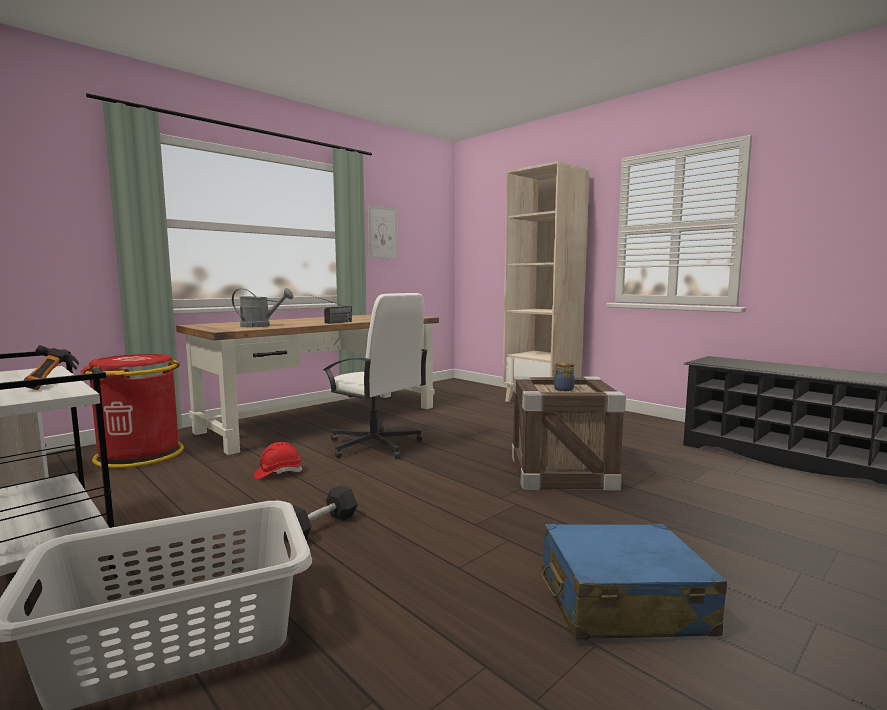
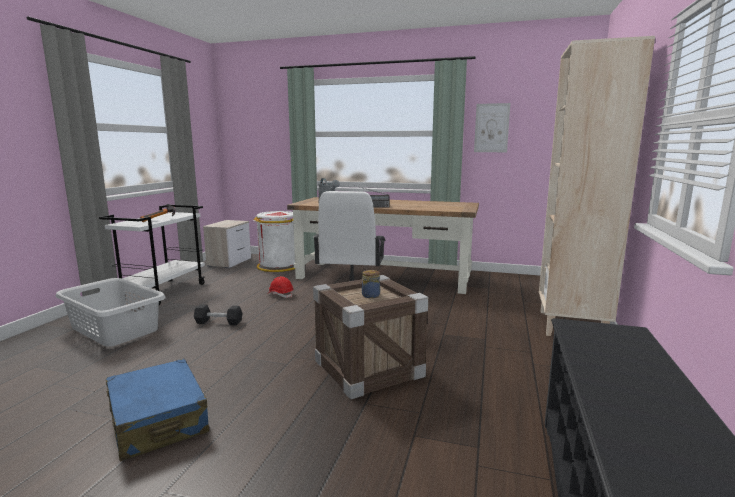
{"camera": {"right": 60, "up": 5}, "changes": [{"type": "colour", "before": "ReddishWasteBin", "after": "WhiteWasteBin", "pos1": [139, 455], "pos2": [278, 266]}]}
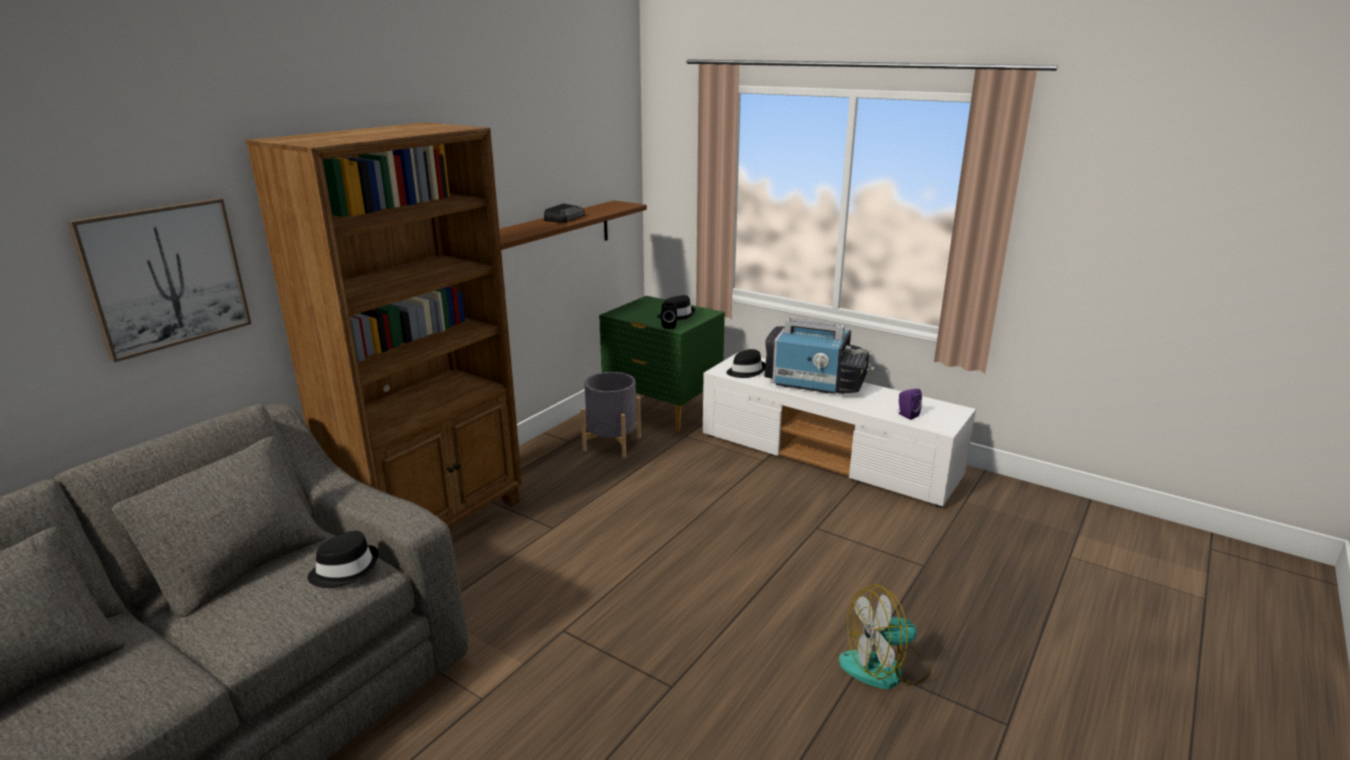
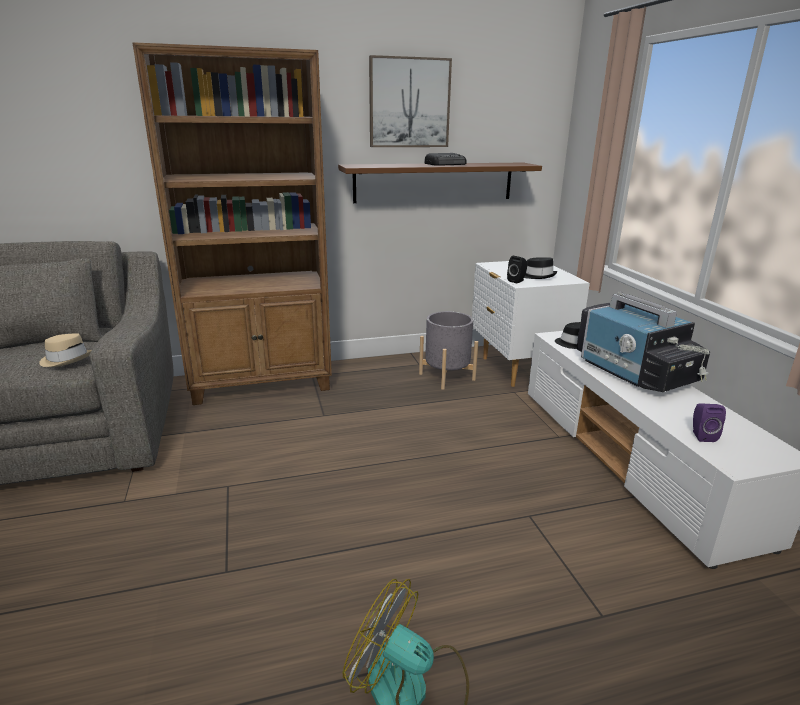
{"camera": {"right": 40, "up": 0}, "changes": [{"type": "colour", "before": "BlackWearableHat", "after": "BeigeColouredWearableHat", "pos1": [345, 569], "pos2": [66, 359]}, {"type": "relocated", "before": "WallArt", "pos1": [165, 276], "pos2": [409, 103]}, {"type": "colour", "before": "GreenishBedsideTable", "after": "WhiteBedsideTable", "pos1": [662, 413], "pos2": [518, 369]}]}
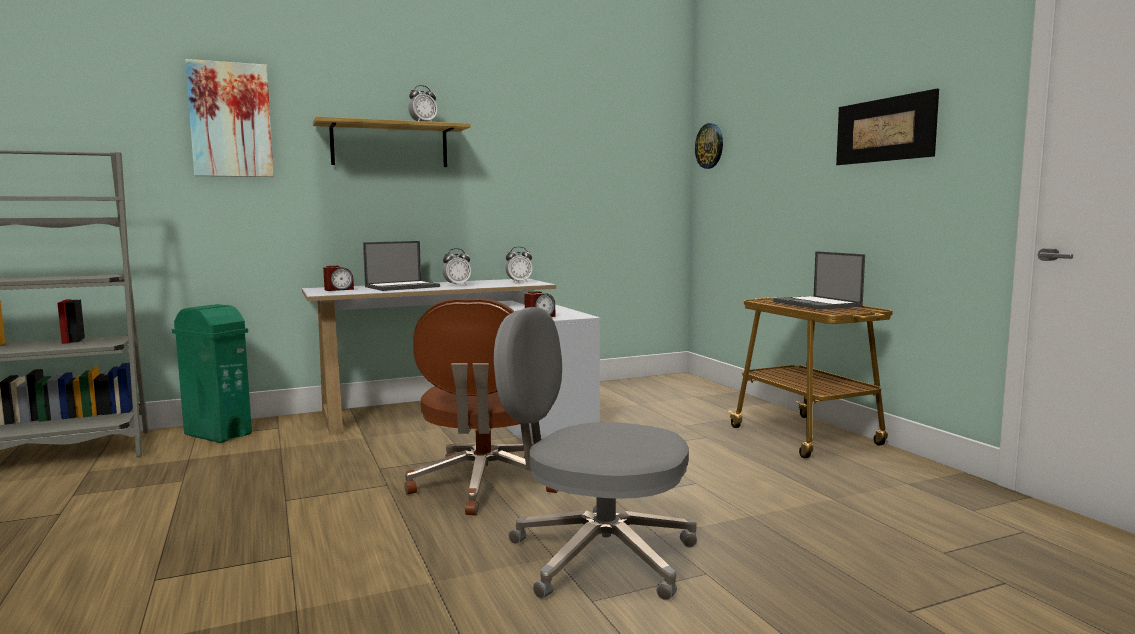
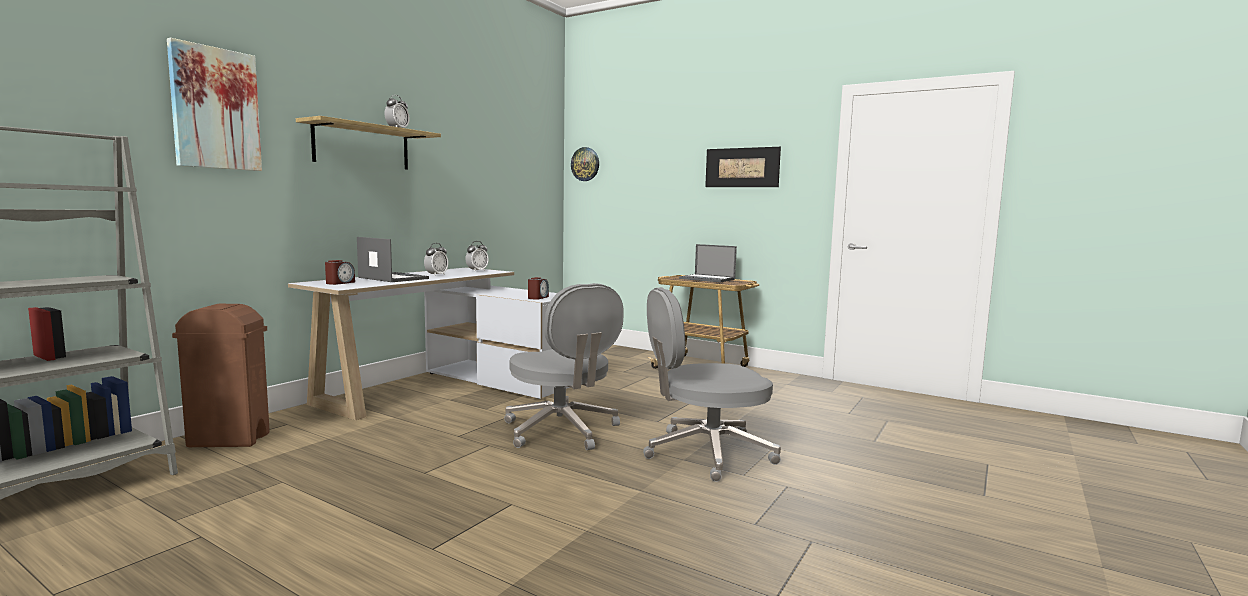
{"camera": {"right": -35, "up": 0}, "changes": [{"type": "colour", "before": "GreenishWasteBin", "after": "BrownishWasteBin", "pos1": [218, 434], "pos2": [228, 440]}, {"type": "spun", "before": "NotebookComputer", "pos1": [403, 287], "pos2": [392, 278], "turn": -75}, {"type": "colour", "before": "BrownishDeskChair", "after": "GreyDeskChair", "pos1": [483, 485], "pos2": [562, 431]}]}
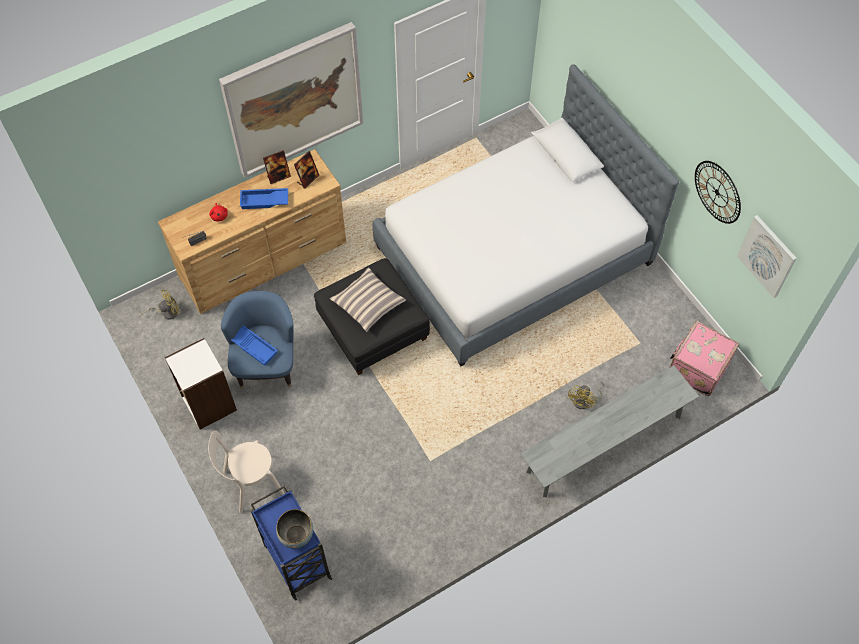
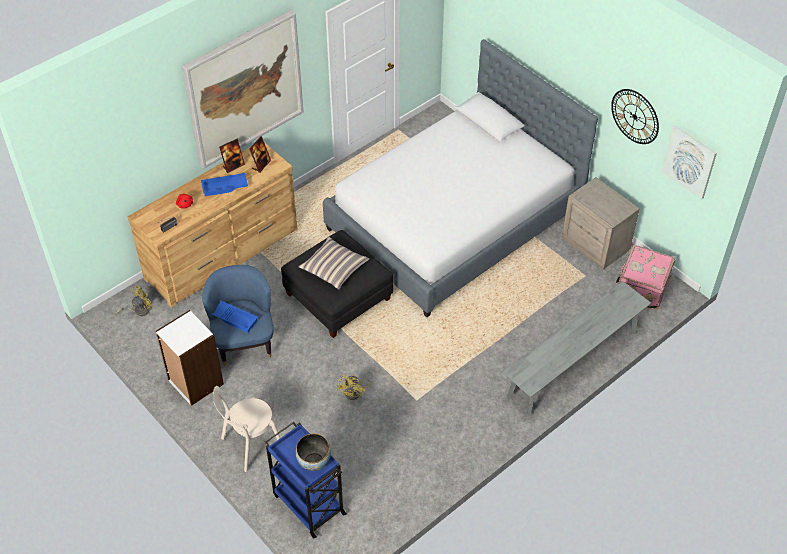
{"camera": {"right": -10, "up": -10}, "changes": [{"type": "relocated", "before": "YellowColouredFan", "pos1": [584, 401], "pos2": [355, 392]}, {"type": "appeared", "after": "BeigeColouredBedsideTable", "pos2": [596, 244]}]}
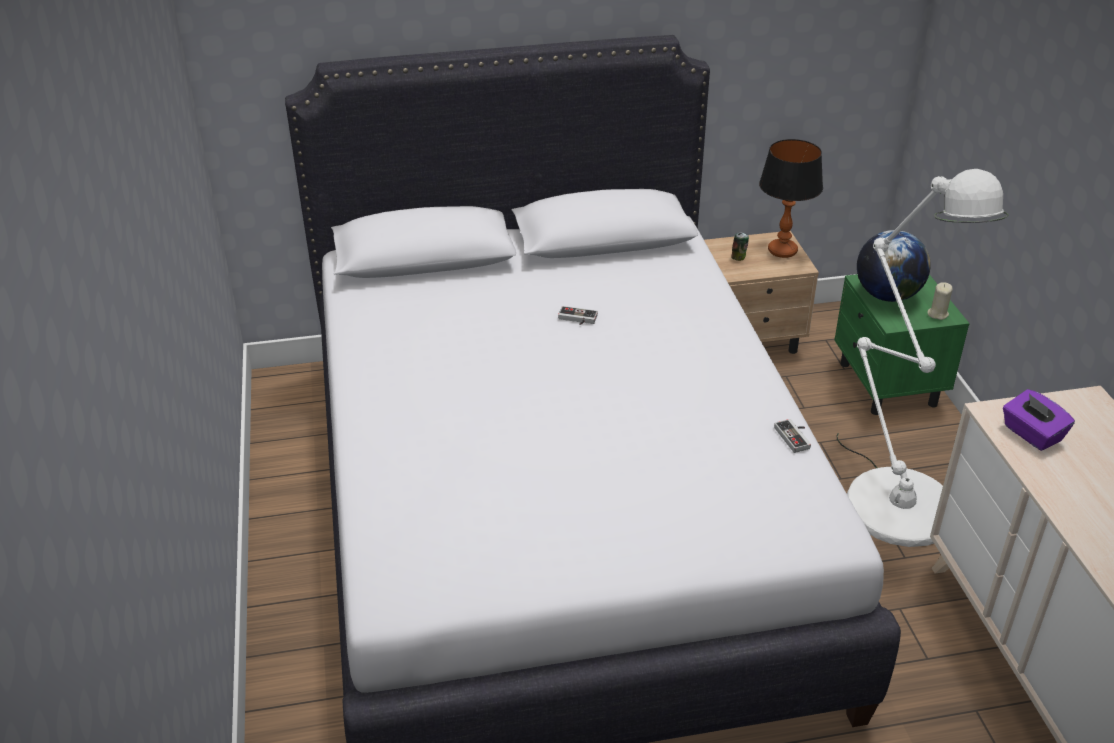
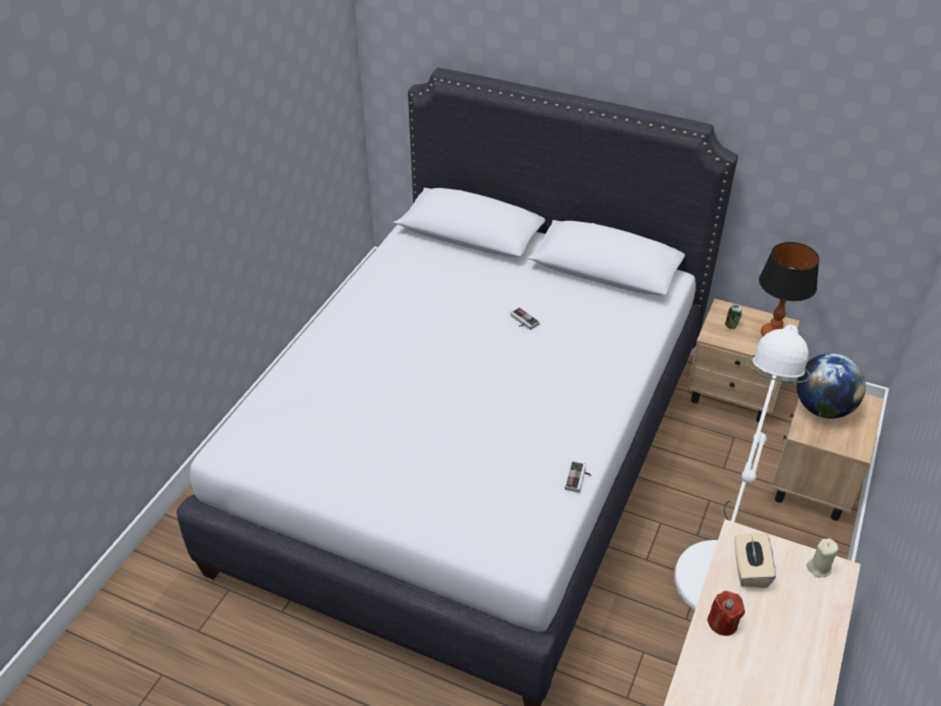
{"camera": {"right": 35, "up": 5}, "changes": [{"type": "appeared", "after": "ReddishCandle", "pos2": [722, 623]}, {"type": "colour", "before": "PurpleBoxOfTissues", "after": "BeigeColouredBoxOfTissues", "pos1": [1031, 434], "pos2": [750, 570]}, {"type": "colour", "before": "GreenishBedsideTable", "after": "BeigeColouredBedsideTable", "pos1": [887, 385], "pos2": [812, 483]}, {"type": "relocated", "before": "BeigeColouredCandle", "pos1": [937, 314], "pos2": [819, 567]}]}
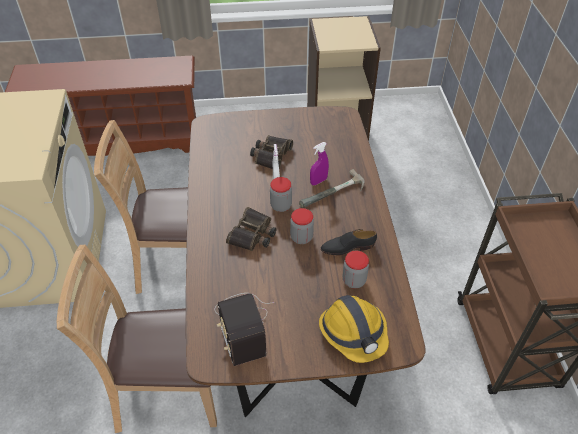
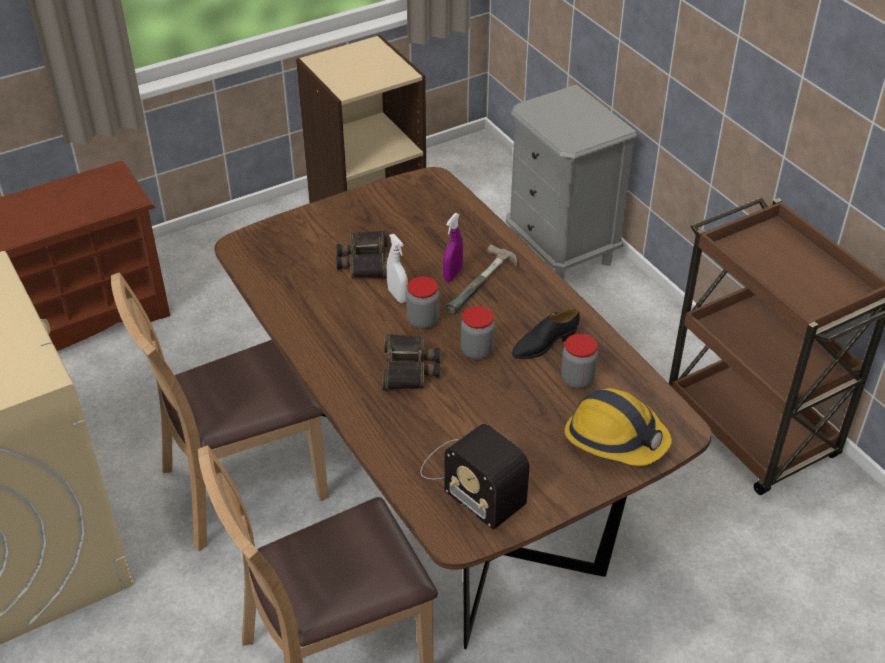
{"camera": {"right": -25, "up": -5}, "changes": [{"type": "appeared", "after": "GreyBedsideTable", "pos2": [561, 250]}]}
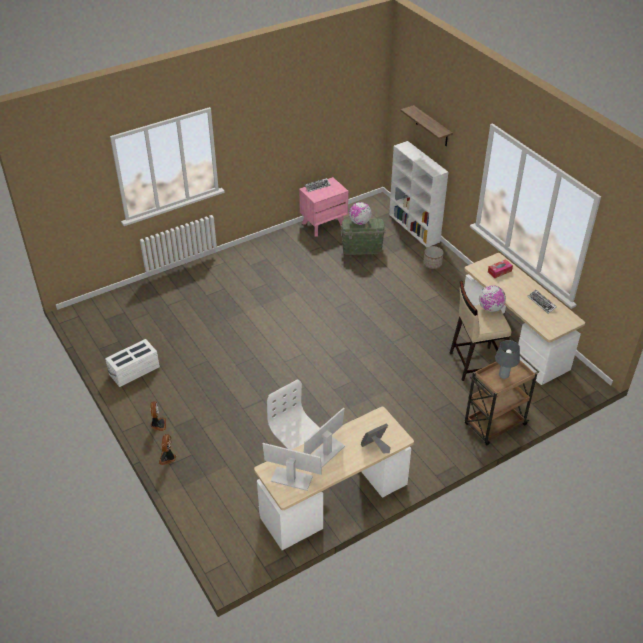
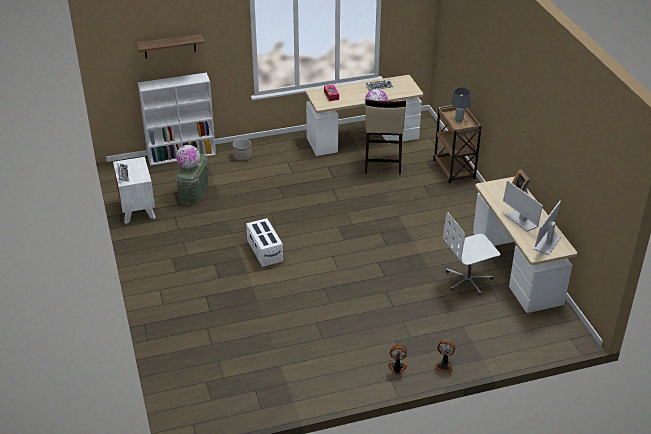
{"camera": {"right": -75, "up": -5}, "changes": [{"type": "colour", "before": "PinkishBedsideTable", "after": "WhiteBedsideTable", "pos1": [323, 224], "pos2": [137, 209]}, {"type": "relocated", "before": "WhiteStorageBin", "pos1": [134, 371], "pos2": [265, 252]}]}
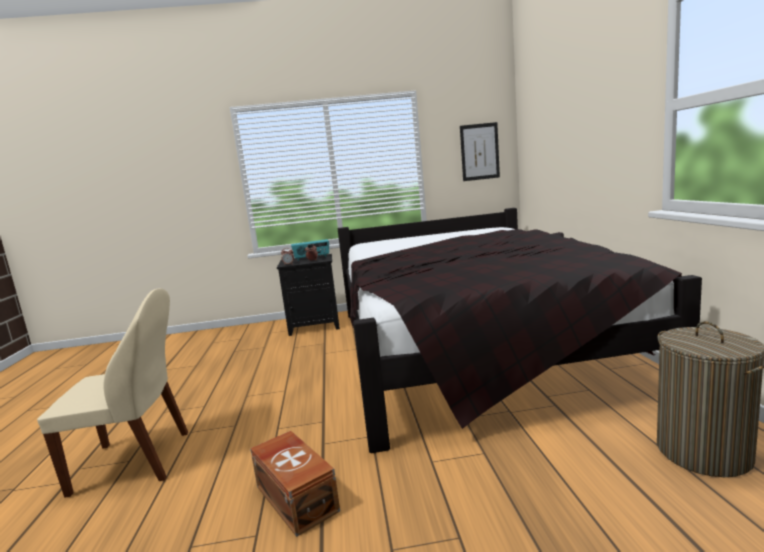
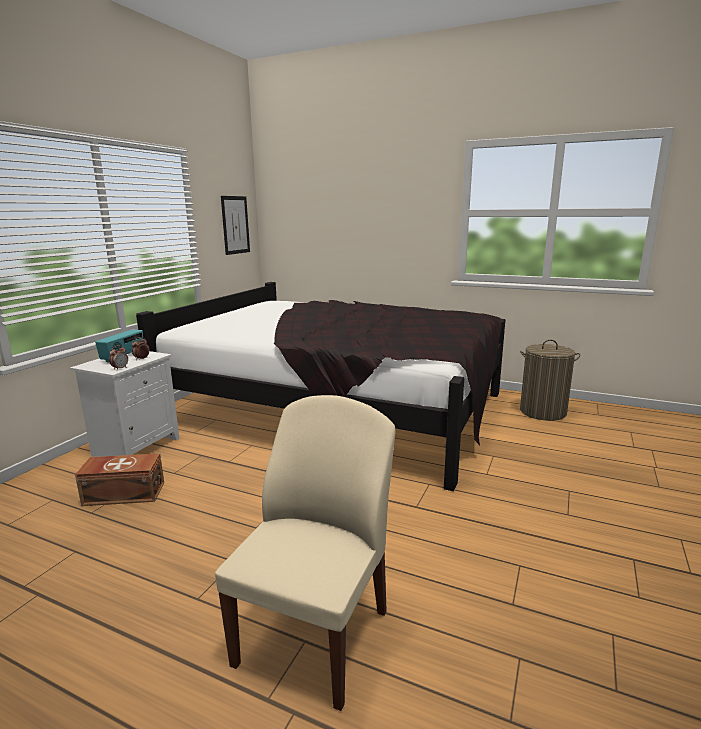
{"camera": {"right": -60, "up": 5}, "changes": [{"type": "colour", "before": "BlackBedsideTable", "after": "WhiteBedsideTable", "pos1": [315, 326], "pos2": [136, 446]}, {"type": "relocated", "before": "BrownishStorageBin", "pos1": [297, 497], "pos2": [123, 493]}]}
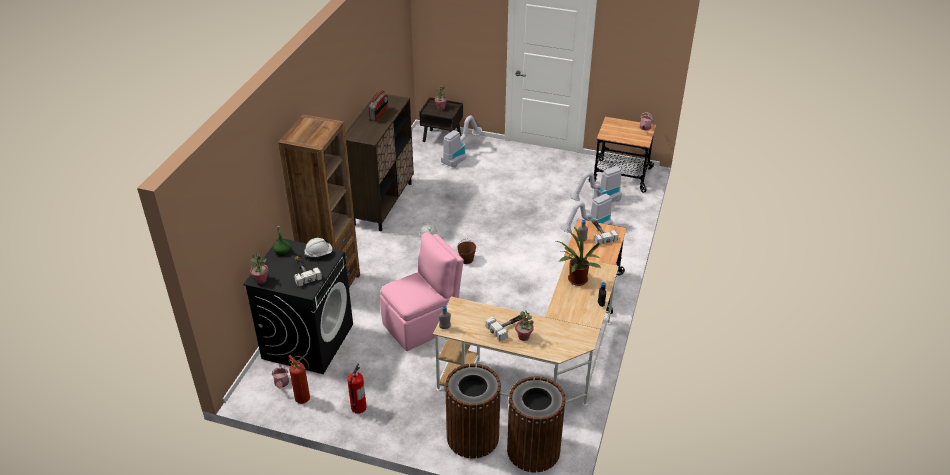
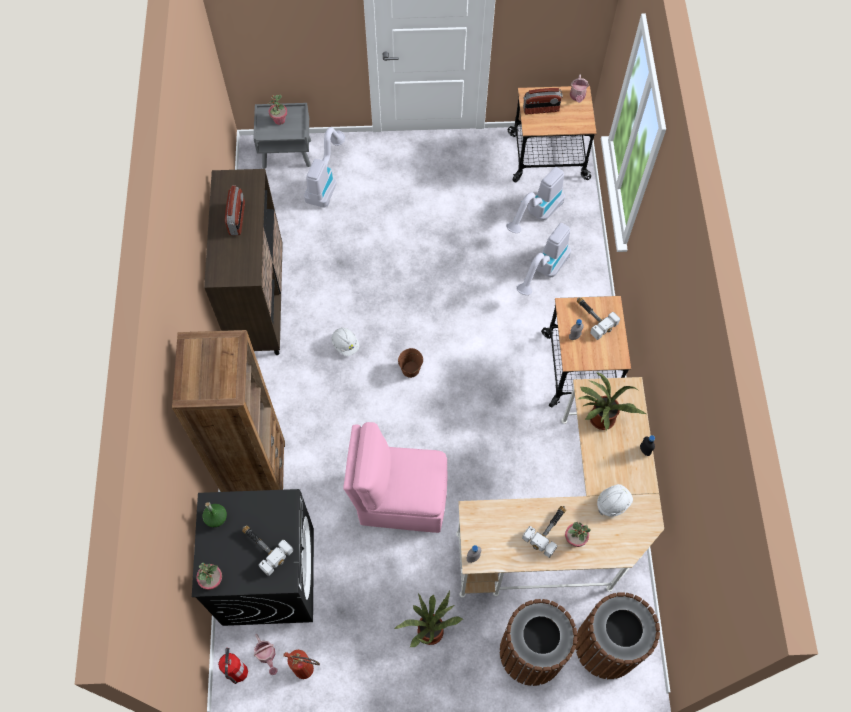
{"camera": {"right": -20, "up": 25}, "changes": [{"type": "relocated", "before": "FireExtinguisher", "pos1": [358, 408], "pos2": [238, 672]}, {"type": "colour", "before": "BrownishBedsideTable", "after": "GreyBedsideTable", "pos1": [442, 138], "pos2": [287, 153]}, {"type": "spun", "before": "PinkishPlainChair", "pos1": [422, 324], "pos2": [400, 498], "turn": -120}, {"type": "appeared", "after": "Houseplant", "pos2": [429, 629]}, {"type": "appeared", "after": "Radio", "pos2": [541, 110]}, {"type": "relocated", "before": "WhiteHardHat", "pos1": [319, 254], "pos2": [613, 503]}]}
